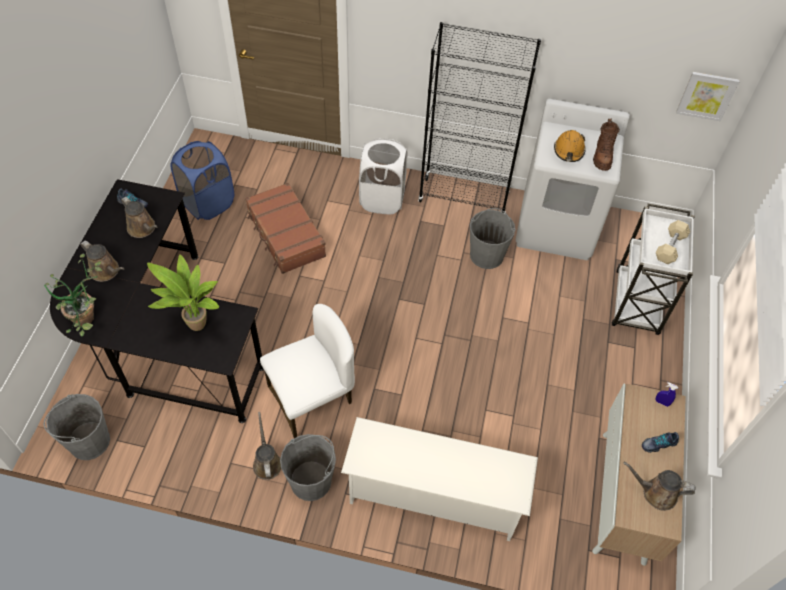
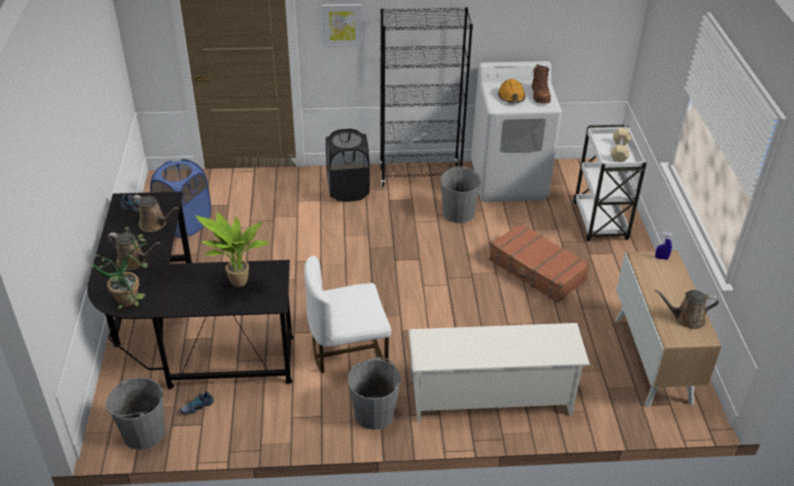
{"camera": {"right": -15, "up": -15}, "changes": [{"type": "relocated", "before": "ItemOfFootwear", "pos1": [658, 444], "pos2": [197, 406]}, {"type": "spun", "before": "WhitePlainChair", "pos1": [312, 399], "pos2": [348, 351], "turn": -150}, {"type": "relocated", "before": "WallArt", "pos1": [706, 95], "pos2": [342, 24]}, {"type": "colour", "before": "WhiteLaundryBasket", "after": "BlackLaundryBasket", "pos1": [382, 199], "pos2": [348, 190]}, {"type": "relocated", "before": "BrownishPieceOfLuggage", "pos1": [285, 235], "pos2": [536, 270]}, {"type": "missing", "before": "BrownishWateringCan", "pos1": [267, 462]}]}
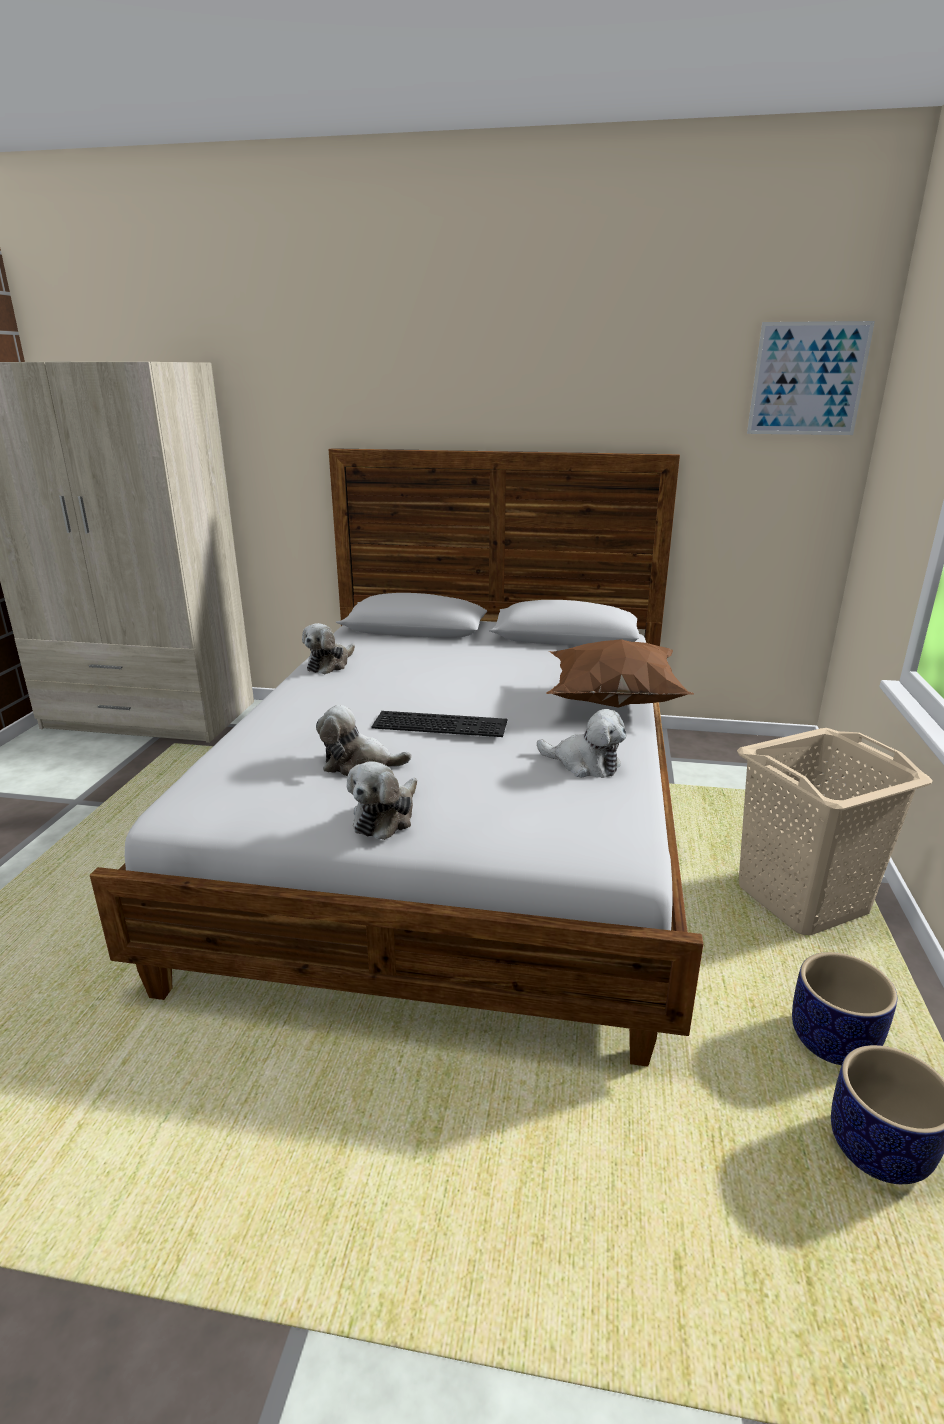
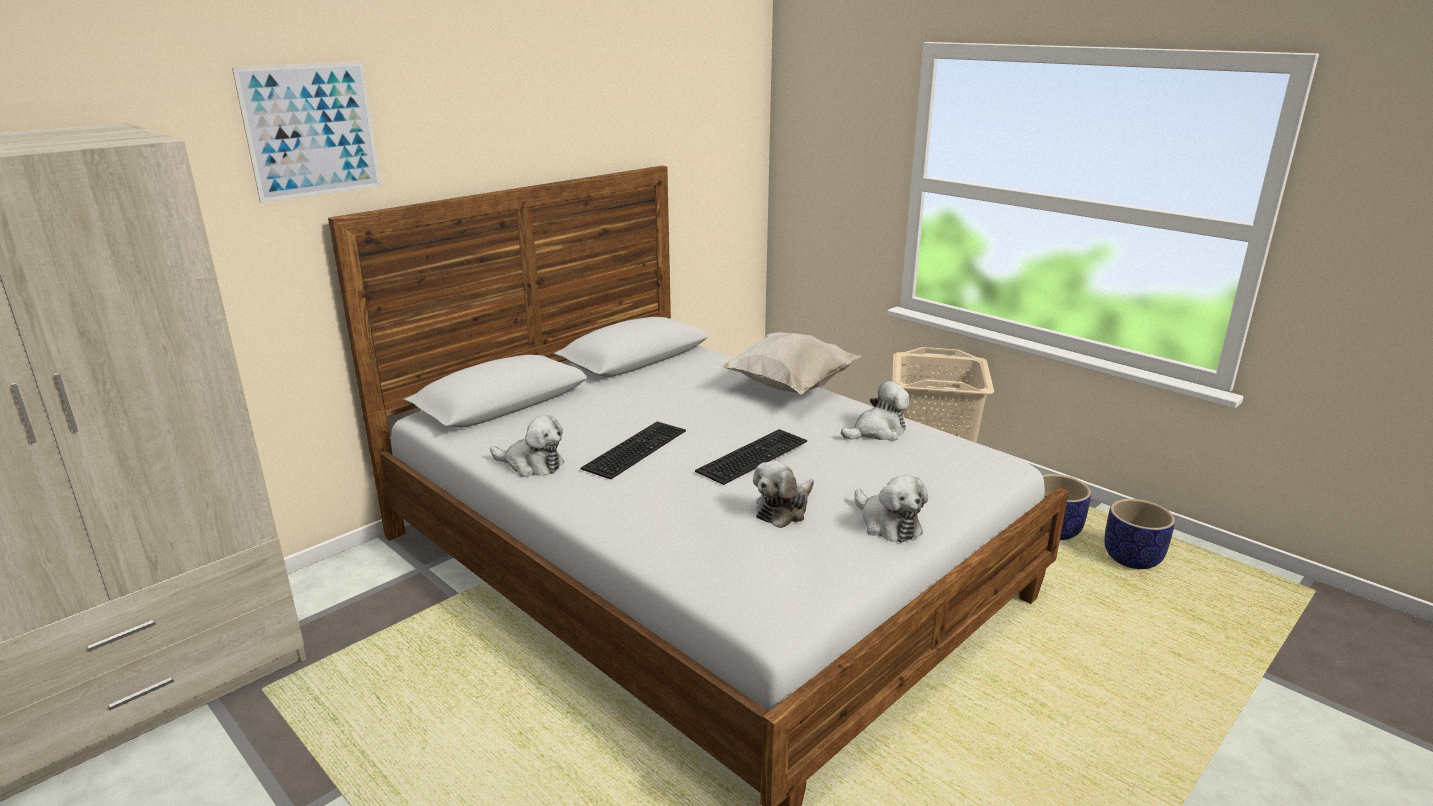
{"camera": {"right": -55, "up": 0}, "changes": [{"type": "relocated", "before": "WallArt", "pos1": [808, 379], "pos2": [311, 131]}, {"type": "spun", "before": "PlushToy", "pos1": [329, 664], "pos2": [531, 465], "turn": -45}, {"type": "appeared", "after": "Keyboard", "pos2": [634, 448]}, {"type": "colour", "before": "BrownishCushion", "after": "WhiteCushion", "pos1": [612, 701], "pos2": [788, 388]}]}
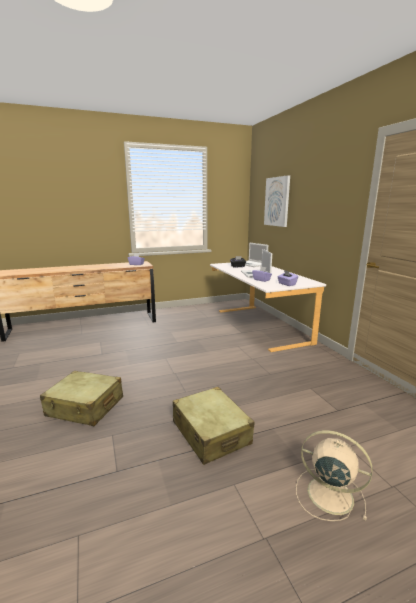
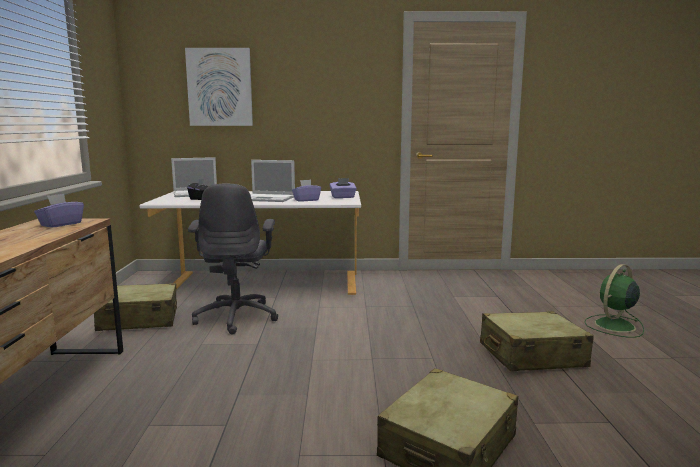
{"camera": {"right": -70, "up": -5}, "changes": [{"type": "appeared", "after": "BeigeColouredPieceOfLuggage", "pos2": [138, 320]}, {"type": "appeared", "after": "GreyDeskChair", "pos2": [237, 317]}, {"type": "colour", "before": "BeigeColouredFan", "after": "GreenishFan", "pos1": [327, 494], "pos2": [613, 326]}]}
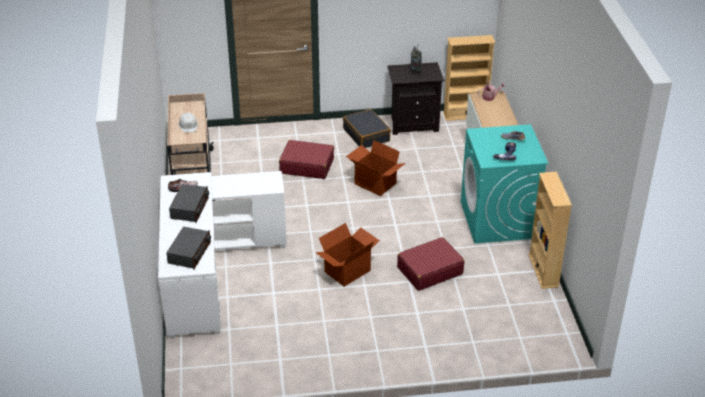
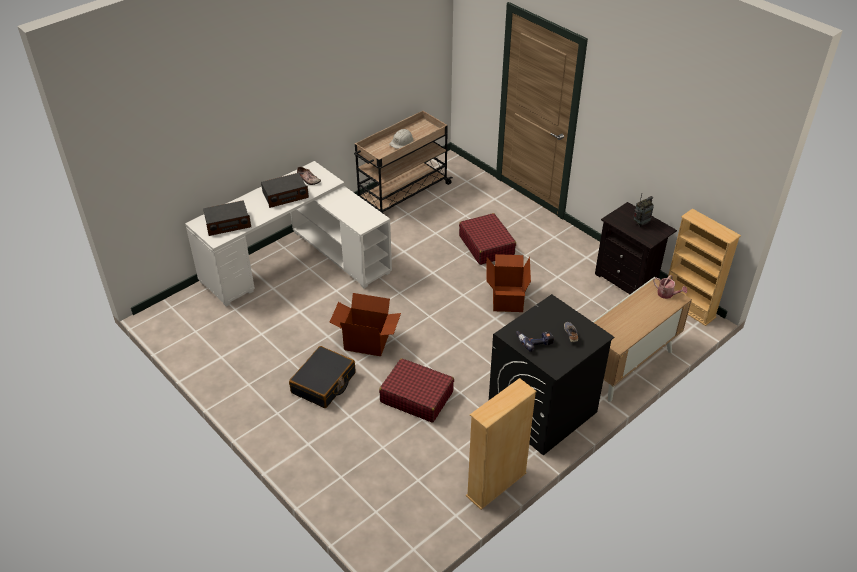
{"camera": {"right": 55, "up": 5}, "changes": [{"type": "relocated", "before": "BlackPieceOfLuggage", "pos1": [366, 135], "pos2": [324, 383]}, {"type": "colour", "before": "BlueGreenWashingMachine", "after": "BlackWashingMachine", "pos1": [498, 220], "pos2": [542, 411]}]}
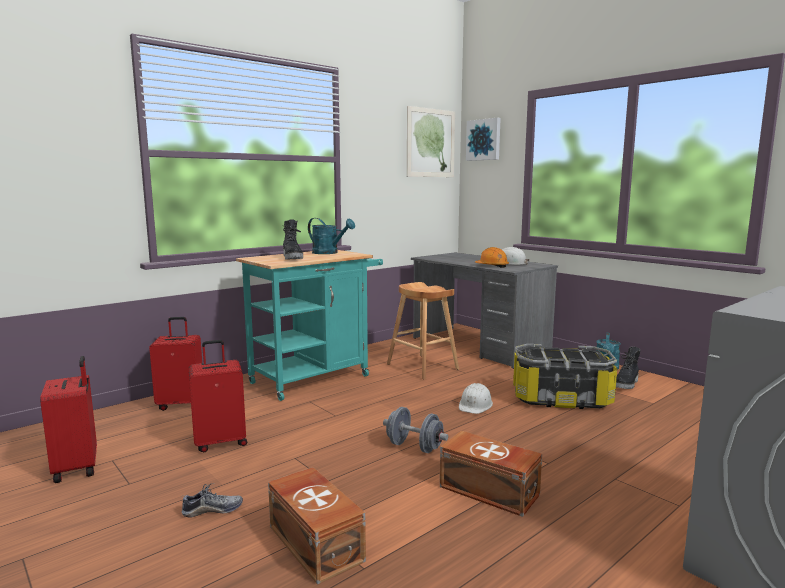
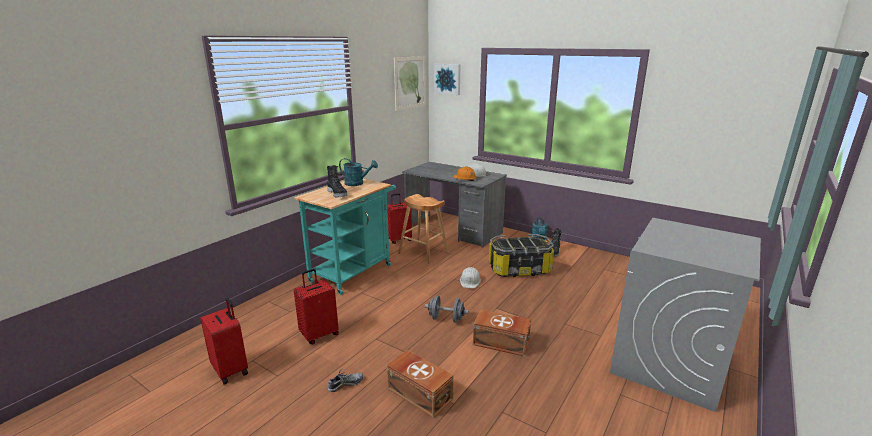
{"camera": {"right": -15, "up": 10}, "changes": [{"type": "relocated", "before": "ReddishPieceOfLuggage", "pos1": [181, 404], "pos2": [399, 239]}]}
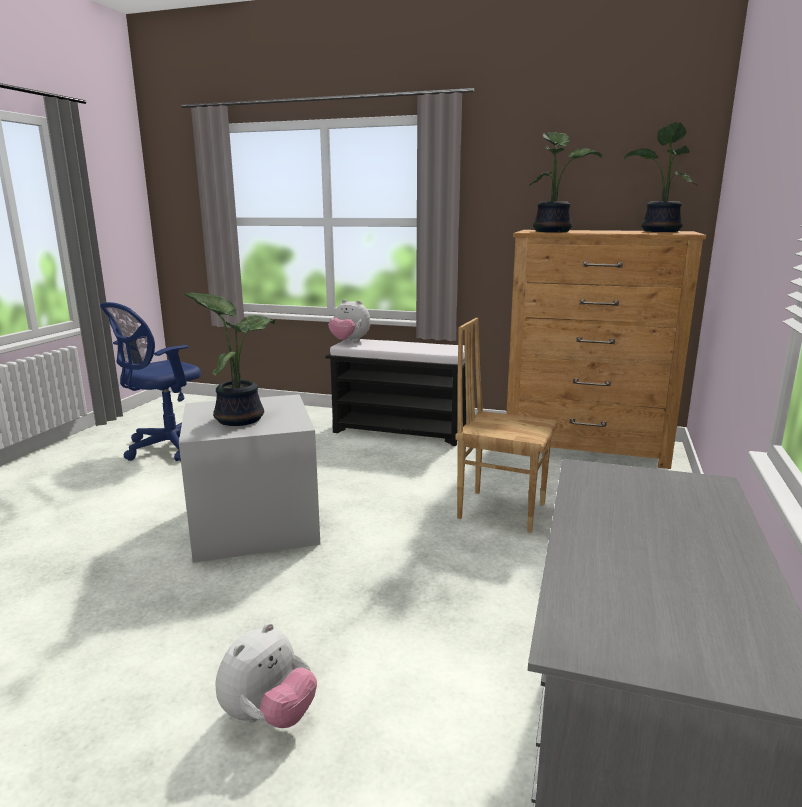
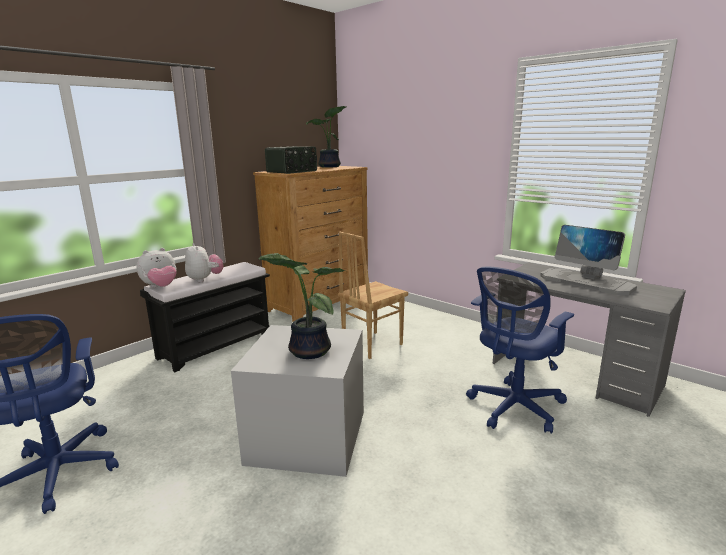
{"camera": {"right": -65, "up": 0}, "changes": [{"type": "relocated", "before": "PlushToy", "pos1": [268, 716], "pos2": [205, 279]}, {"type": "exchanged", "before": "Houseplant", "after": "Radio", "pos1": [553, 231], "pos2": [292, 171]}, {"type": "appeared", "after": "BlueColouredDeskChair", "pos2": [513, 409]}, {"type": "appeared", "after": "Monitor", "pos2": [586, 282]}]}
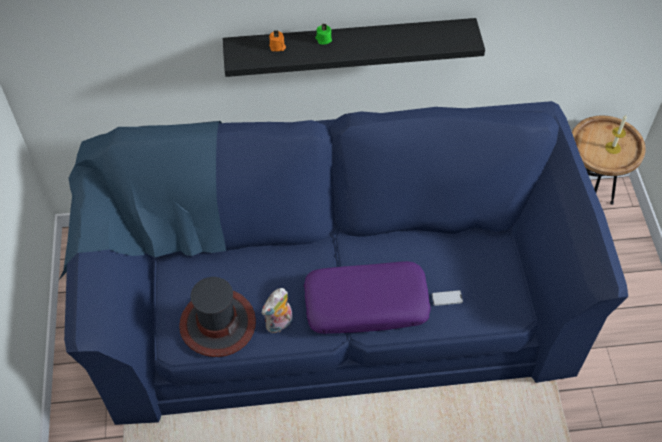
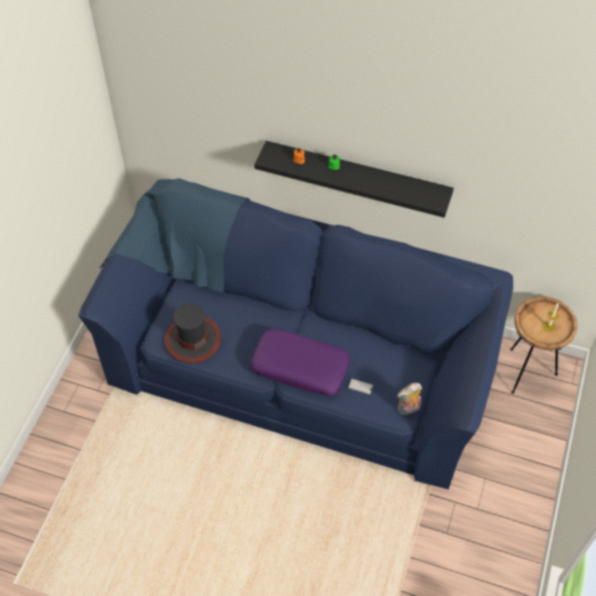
{"camera": {"right": 25, "up": 0}, "changes": [{"type": "relocated", "before": "PlushToy", "pos1": [279, 324], "pos2": [408, 409]}]}
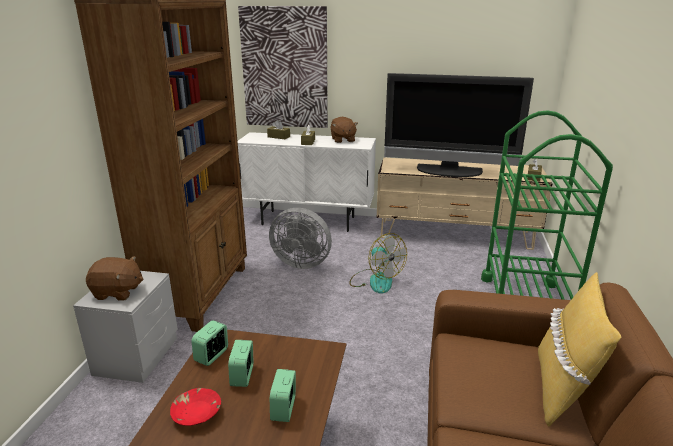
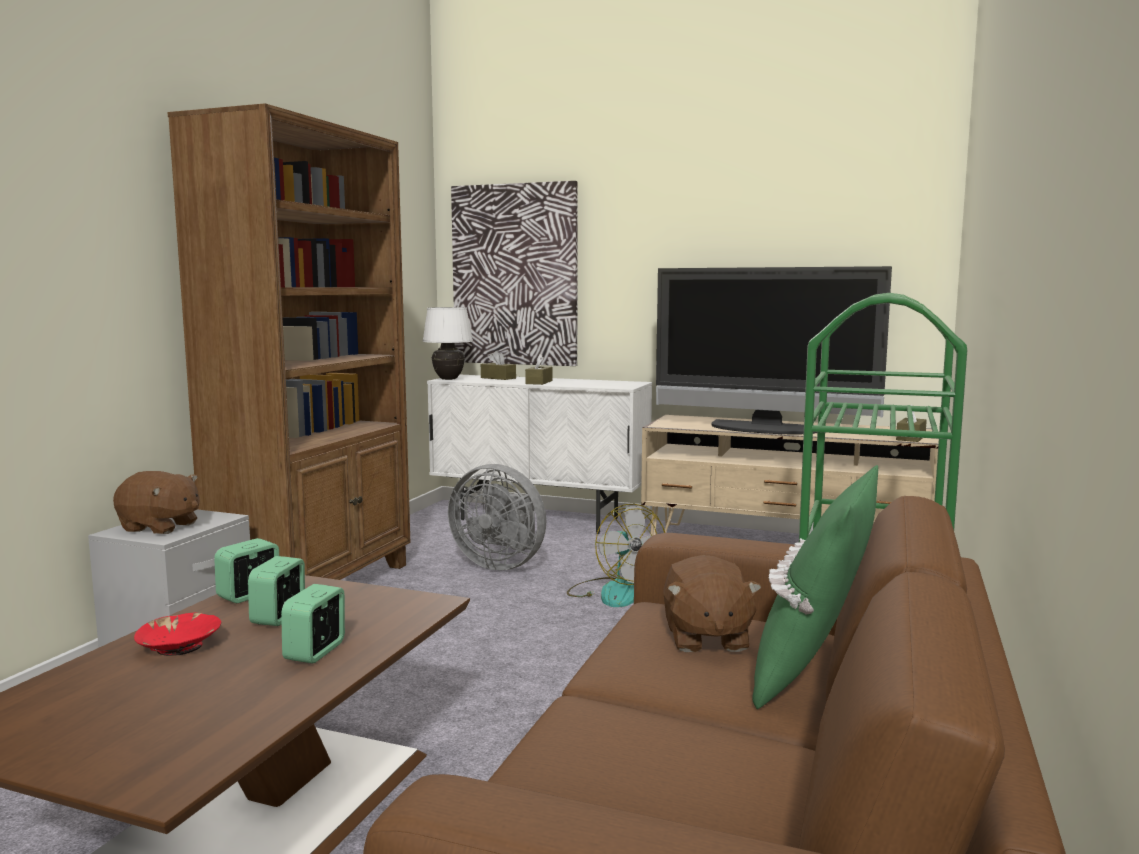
{"camera": {"right": 10, "up": -15}, "changes": [{"type": "appeared", "after": "WhiteTableLamp", "pos2": [448, 379]}, {"type": "relocated", "before": "BrownishPlushToy", "pos1": [342, 140], "pos2": [705, 638]}, {"type": "colour", "before": "YellowColouredCushion", "after": "GreenishCushion", "pos1": [562, 388], "pos2": [815, 672]}]}
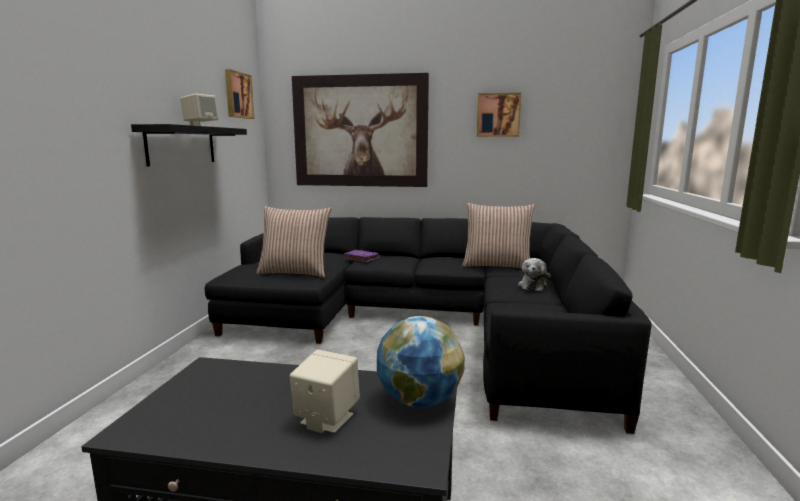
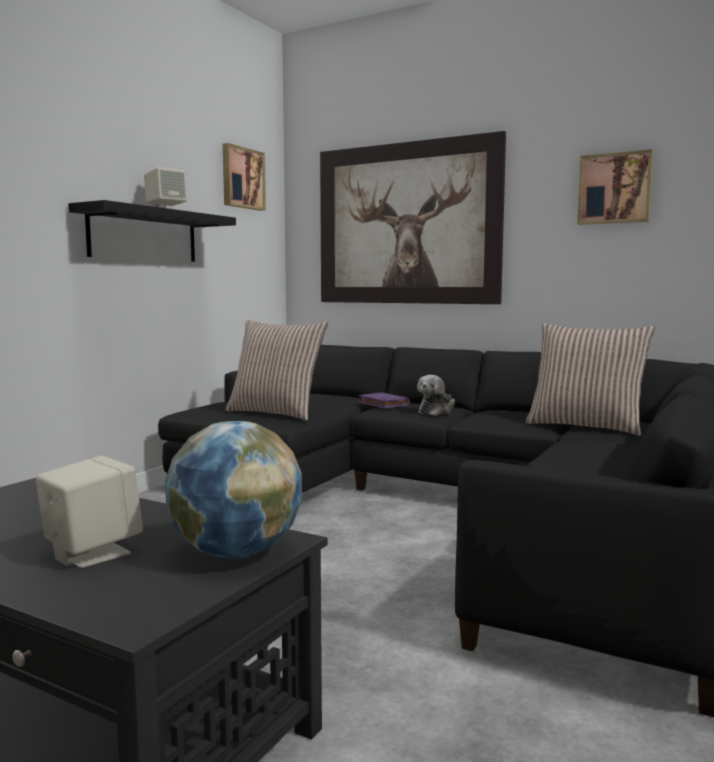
{"camera": {"right": 20, "up": -5}, "changes": [{"type": "relocated", "before": "PlushToy", "pos1": [533, 286], "pos2": [436, 411]}]}
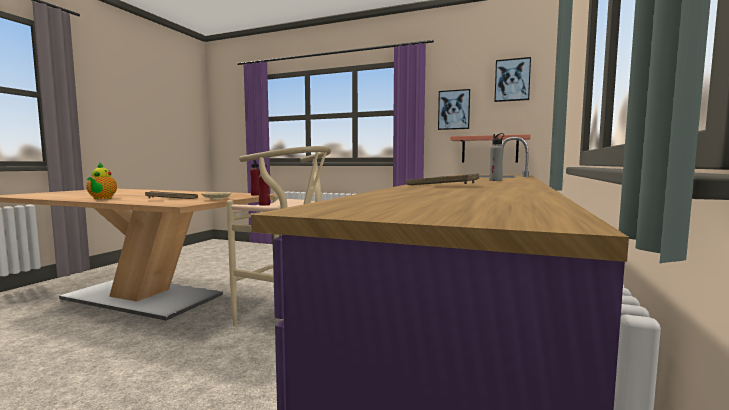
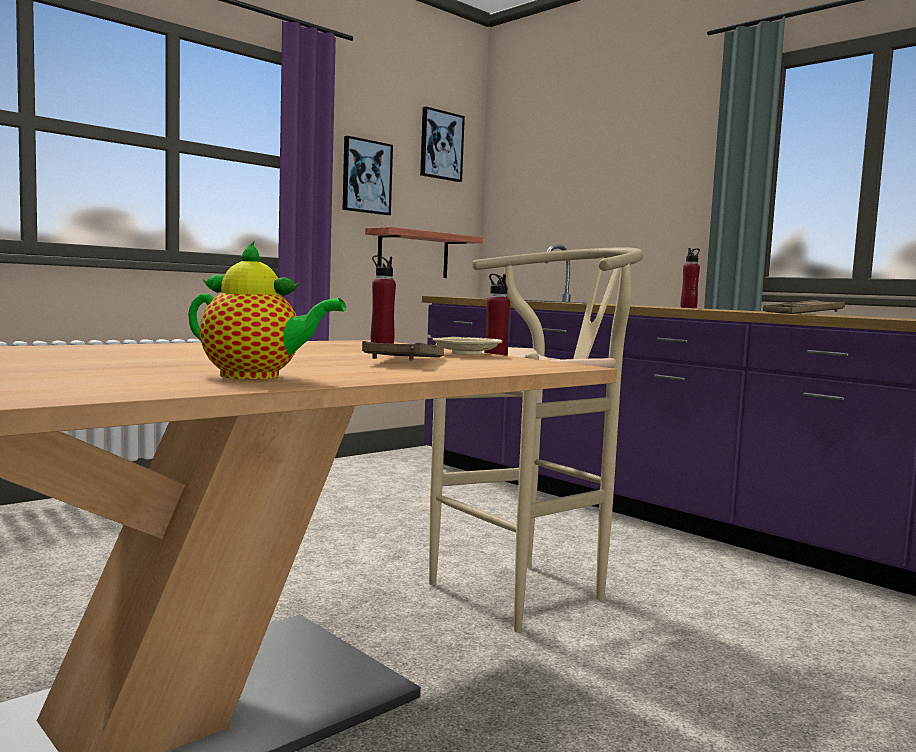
{"camera": {"right": -65, "up": 0}, "changes": [{"type": "colour", "before": "GreyBeverageBottle", "after": "ReddishBeverageBottle", "pos1": [495, 180], "pos2": [688, 307]}]}
